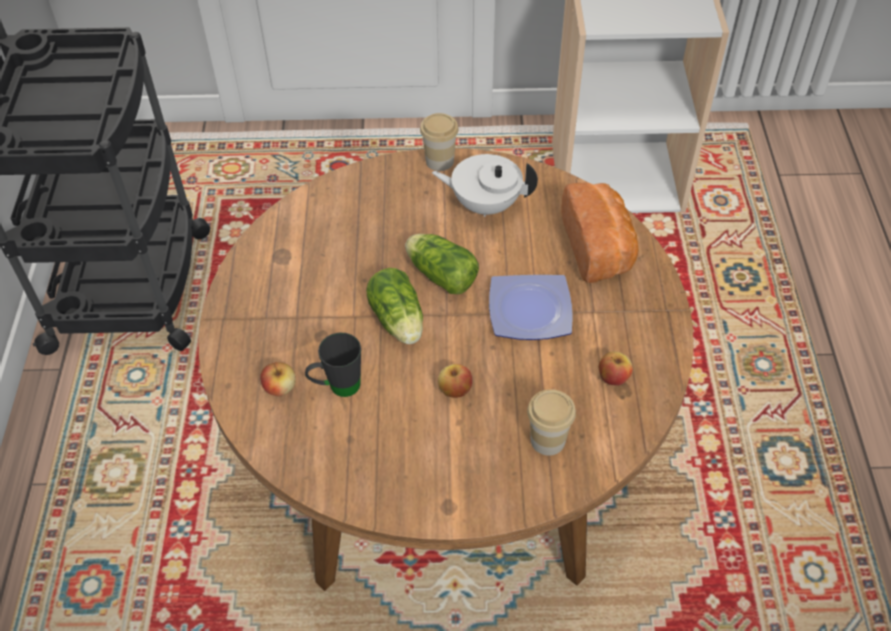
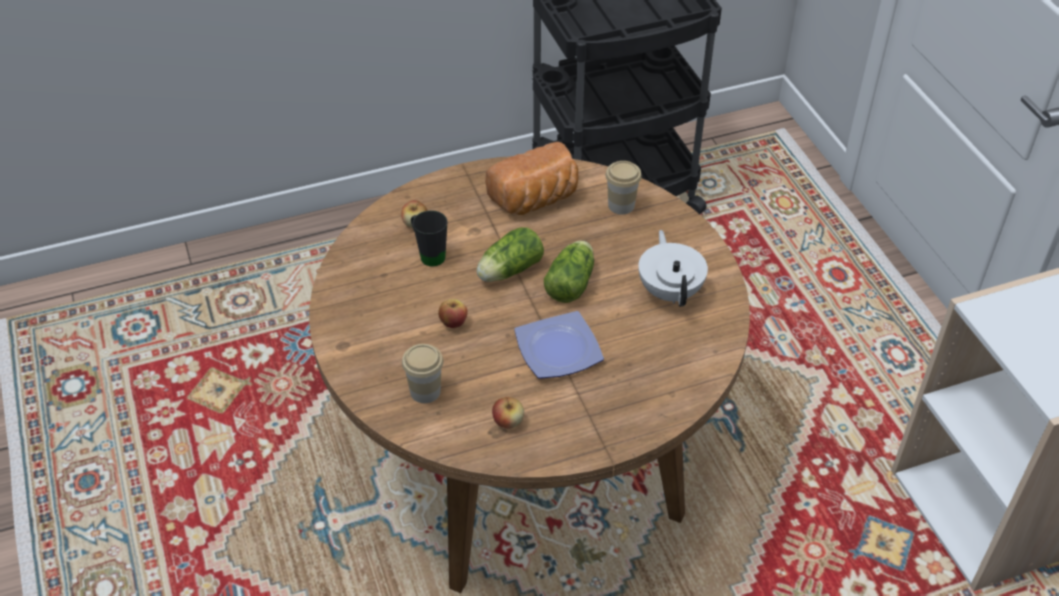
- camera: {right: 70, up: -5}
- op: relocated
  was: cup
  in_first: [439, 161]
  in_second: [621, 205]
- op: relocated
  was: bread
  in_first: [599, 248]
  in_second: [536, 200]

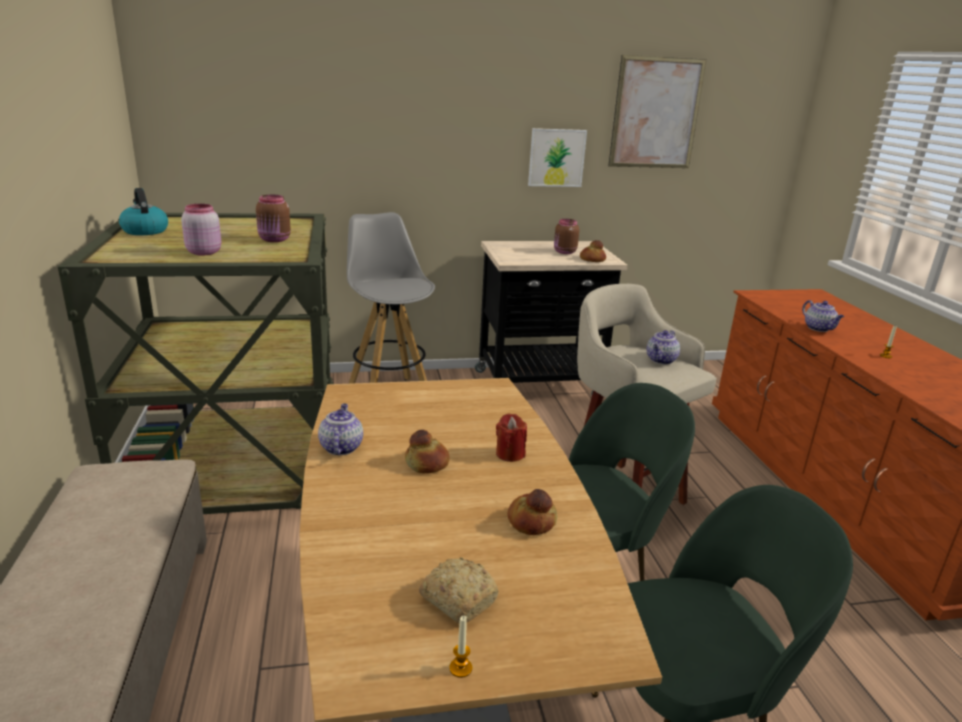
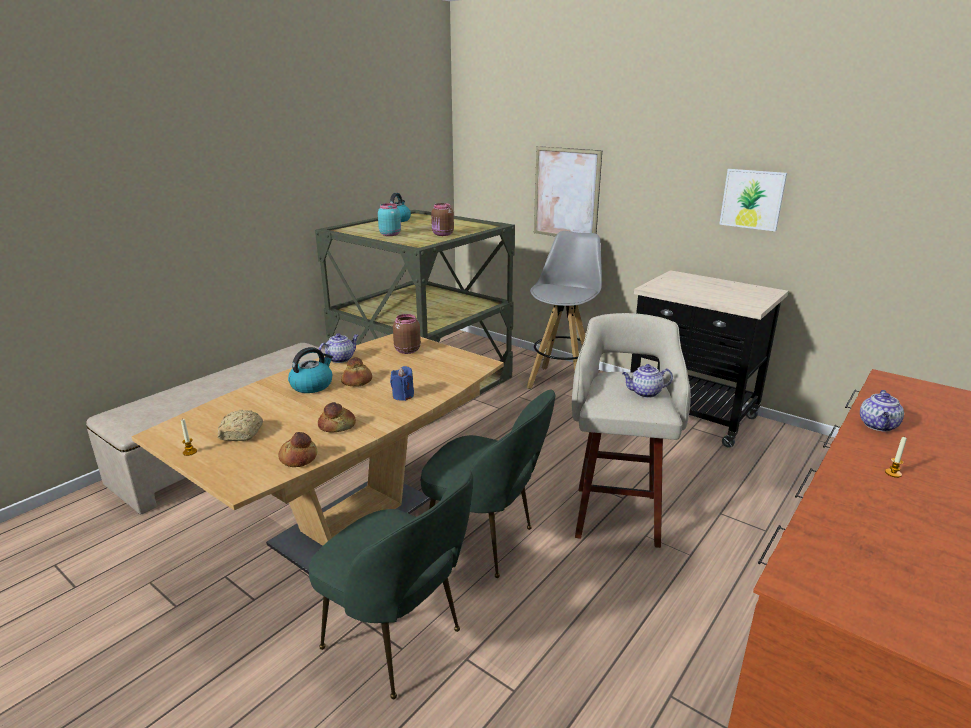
- camera: {right: 50, up: 0}
- op: colour
  was: pink jar
  now: turquoise jar
  in_first: [203, 252]
  in_second: [390, 234]
- op: colour
  was: red candle
  now: blue candle
  in_first: [510, 454]
  in_second: [403, 396]
- op: relocated
  was: brown jar
  in_first: [564, 252]
  in_second: [406, 350]
- op: relocated
  was: bread
  in_first: [592, 259]
  in_second: [298, 458]
- op: relocated
  was: picture
  in_first: [656, 113]
  in_second: [566, 194]
- op: appeared
  now: kettle
  in_second: [312, 385]

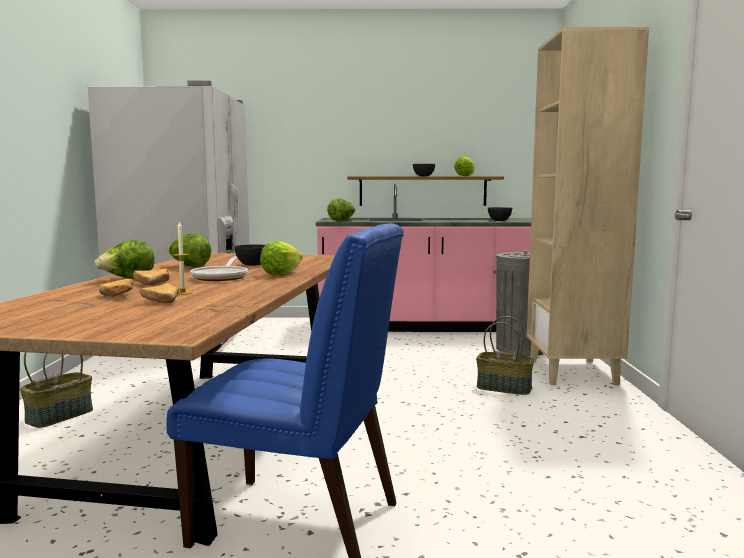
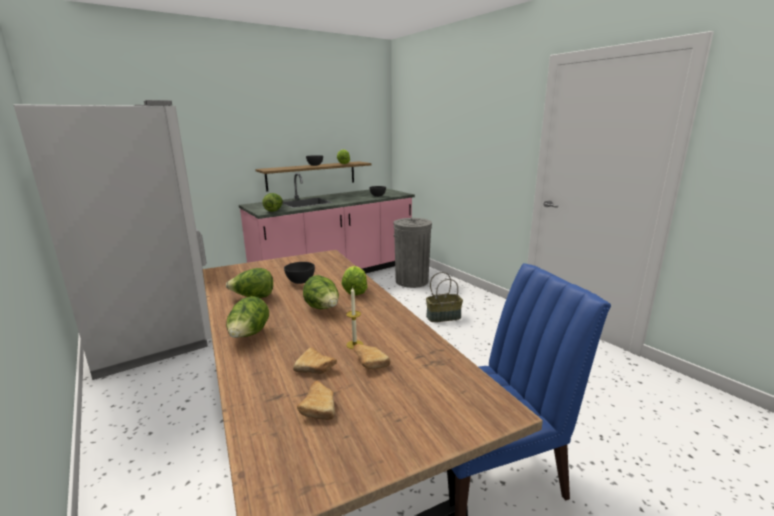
- camera: {right: -35, up: 10}
- op: missing
  was: basket
  in_first: [59, 415]
- op: relocated
  was: bread
  in_first: [155, 283]
  in_second: [319, 406]
- op: exchanged
  was: frying pan
  now: lettuce
  in_first: [221, 277]
  in_second: [323, 308]
- op: missing
  was: beige bookcase
  in_first: [573, 372]

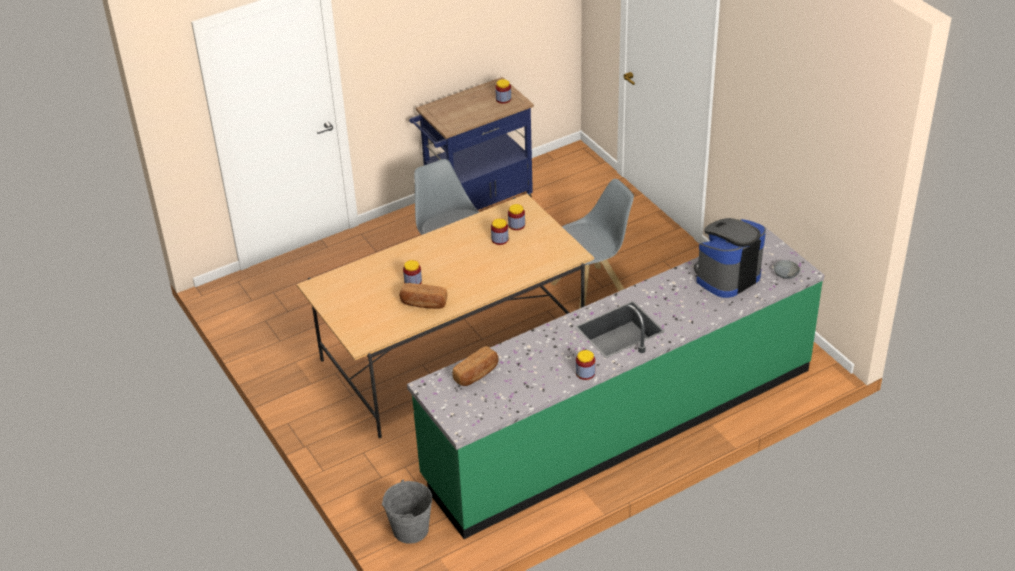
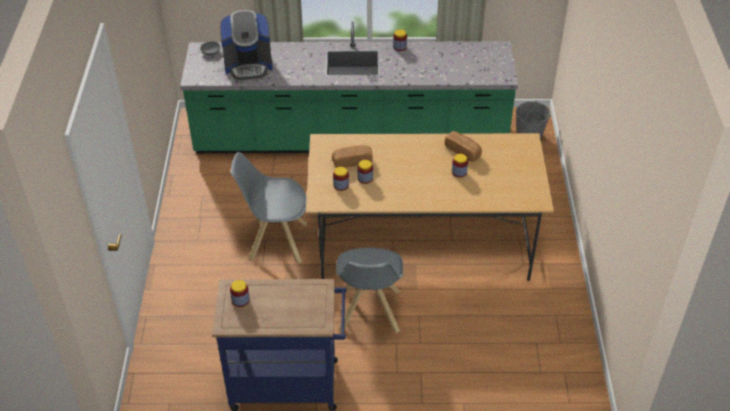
- camera: {right: -150, up: 5}
- op: relocated
  was: bread
  in_first: [477, 374]
  in_second: [352, 161]

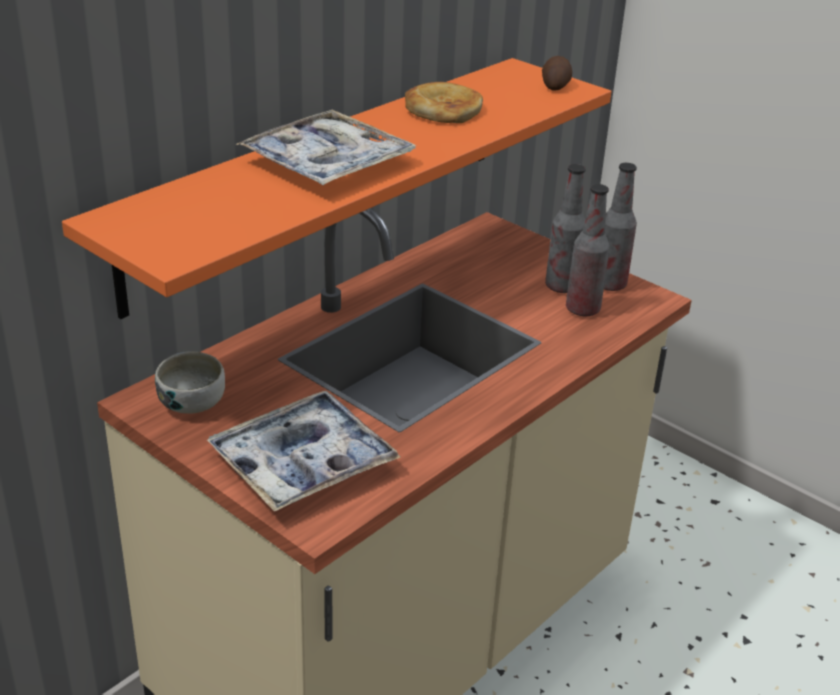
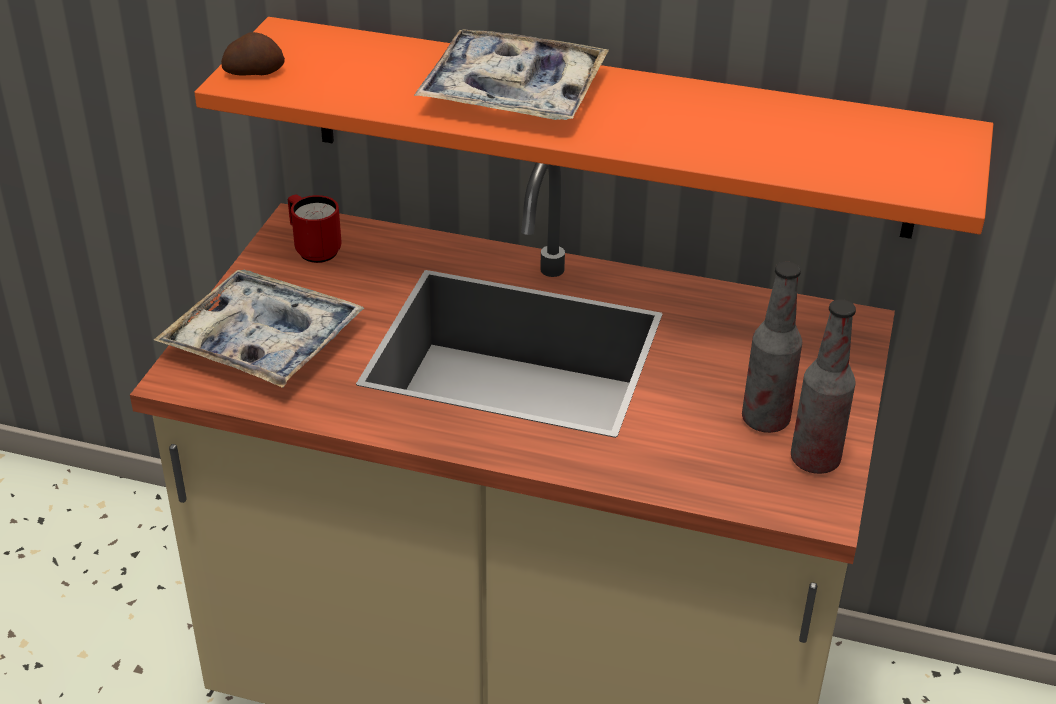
- camera: {right: 65, up: 5}
- op: exchanged
  was: bowl
  now: red mug
  in_first: [192, 403]
  in_second: [314, 249]
- op: missing
  was: bread
  in_first: [443, 109]
- op: relocated
  was: potato
  in_first: [555, 86]
  in_second: [254, 72]
- op: missing
  was: bottle
  in_first: [582, 309]

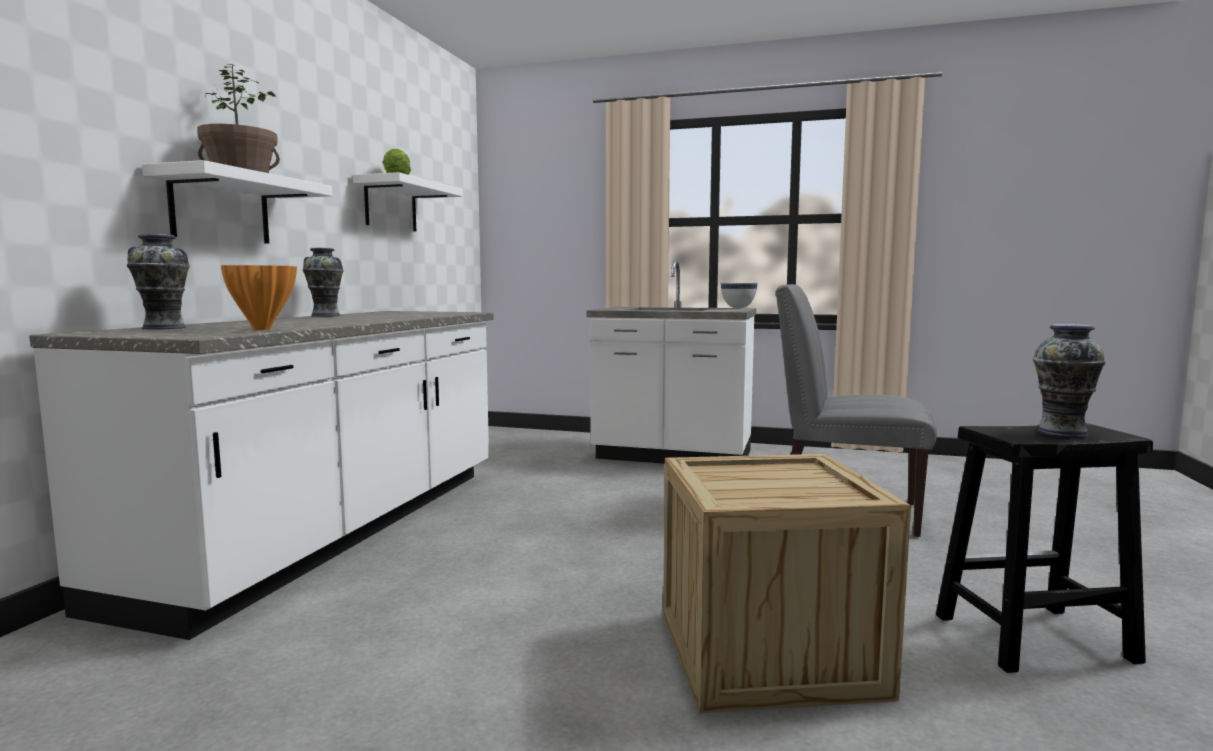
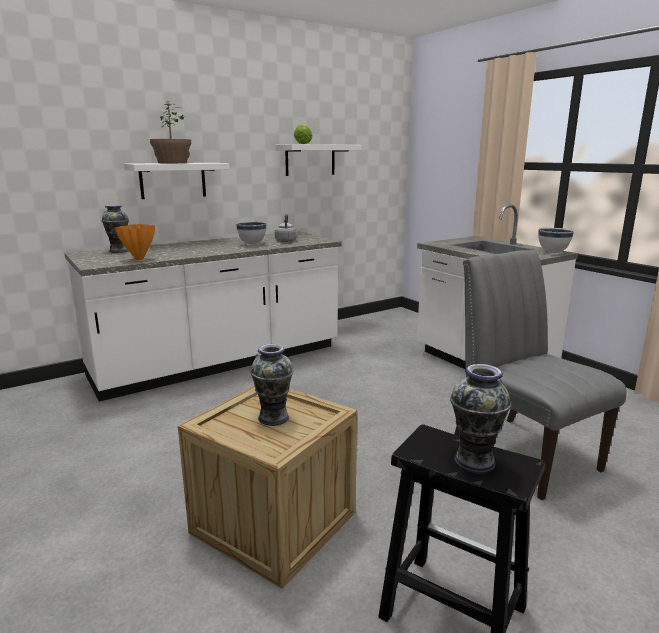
- camera: {right: 40, up: 10}
- op: relocated
  was: vase
  in_first: [325, 315]
  in_second: [273, 418]
- op: appeared
  now: white bowl
  in_second: [252, 244]
- op: appeared
  now: grey kettle
  in_second: [286, 241]

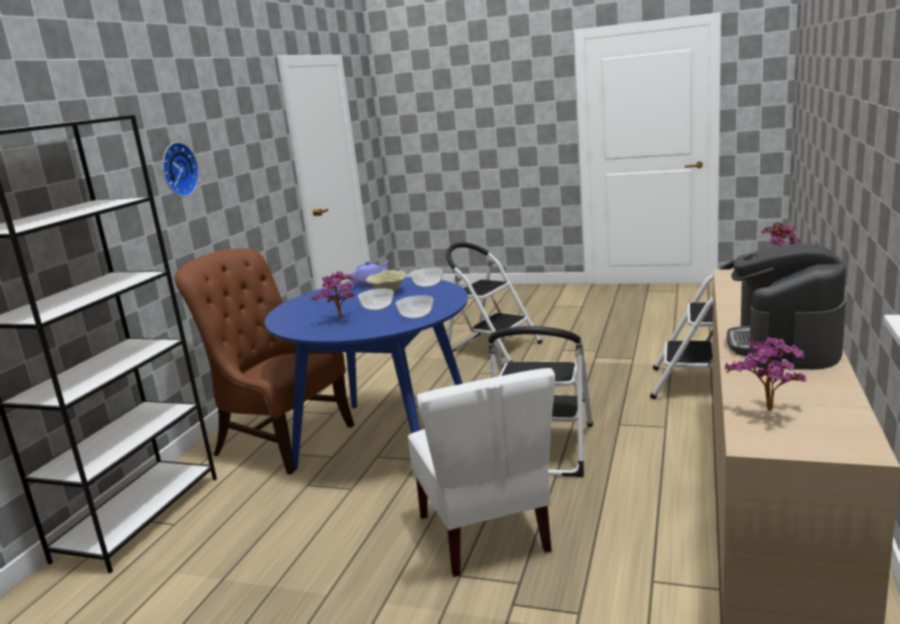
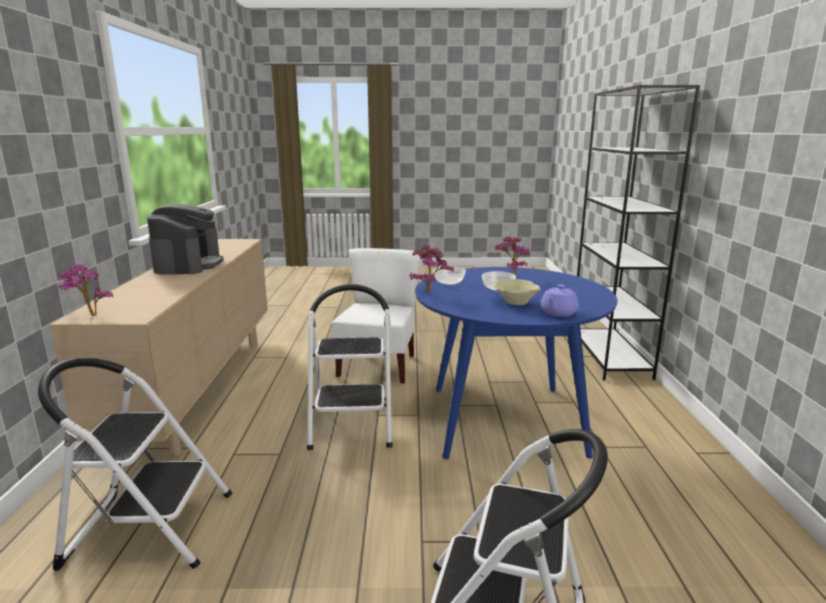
- camera: {right: 160, up: 0}
- op: missing
  was: wall clock
  in_first: [177, 169]
- op: missing
  was: brown chair
  in_first: [282, 440]
- op: spun
  was: white chair
  in_first: [486, 533]
  in_second: [378, 366]
  clockwise: 45
- op: missing
  was: bowl
  in_first: [427, 284]
- op: relocated
  was: potted plant
  in_first: [768, 412]
  in_second: [429, 292]

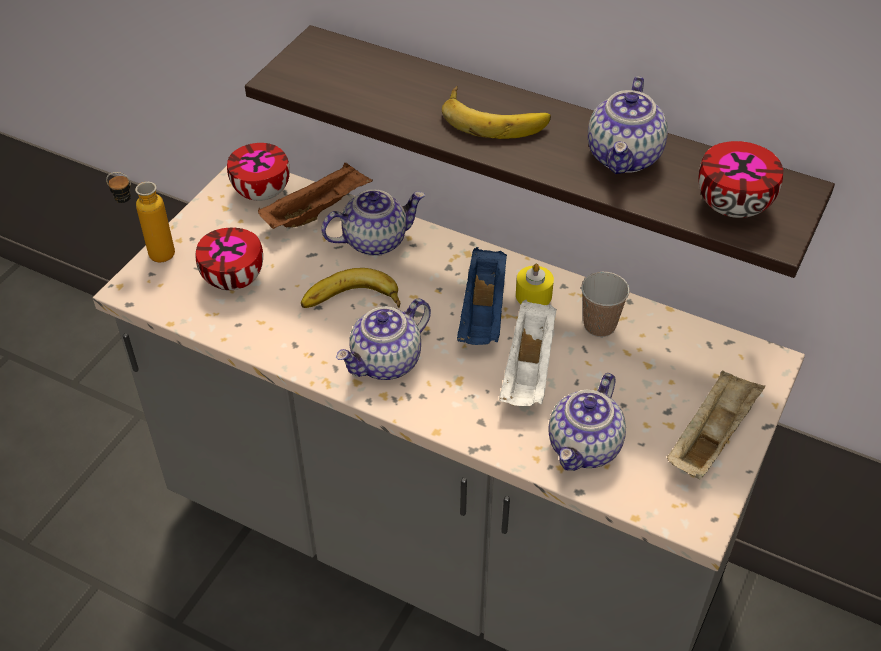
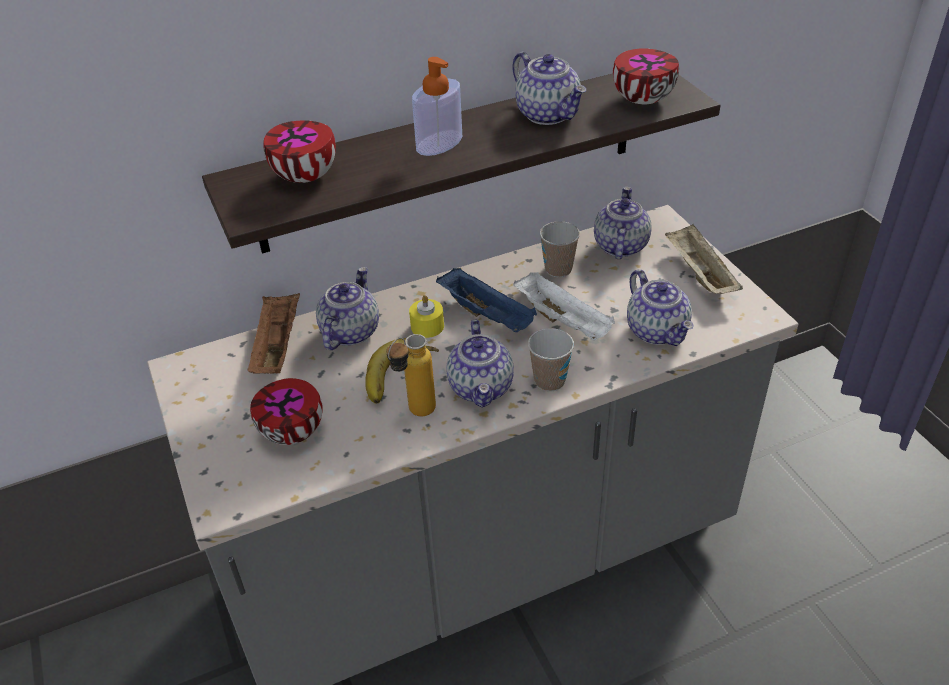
- camera: {right: -50, up: -5}
- op: relocated
  was: bottle
  in_first: [151, 254]
  in_second: [414, 414]
- op: relocated
  was: bowl
  in_first: [261, 193]
  in_second: [306, 177]
- op: exchanged
  was: banana
  now: soap dispenser
  in_first: [495, 117]
  in_second: [439, 143]
- op: relocated
  was: yellow candle
  in_first: [533, 295]
  in_second: [427, 326]
- op: appeared
  now: cup
  in_second: [549, 381]
- op: appeared
  now: teapot
  in_second: [620, 245]

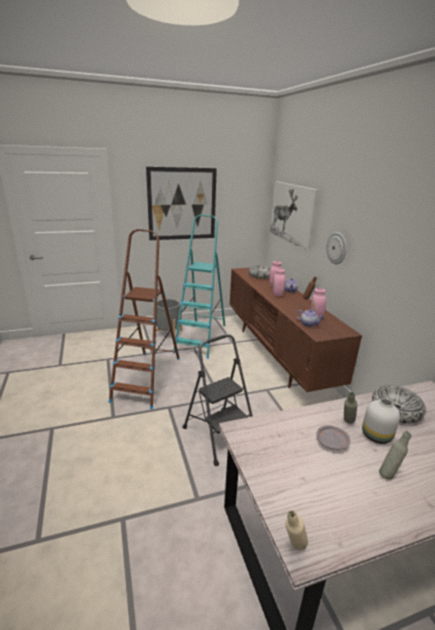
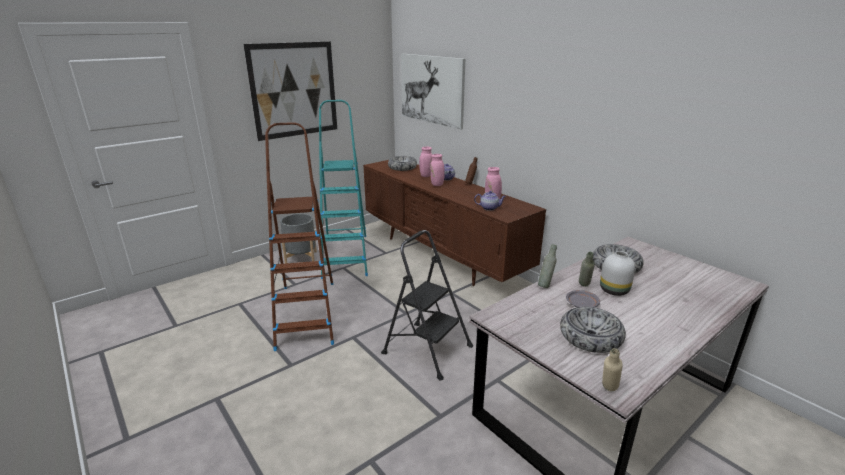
- camera: {right: -20, up: 0}
- op: missing
  was: wall clock
  in_first: [337, 248]
- op: relocated
  was: grey bottle
  in_first: [389, 474]
  in_second: [545, 285]
- op: appeared
  now: bowl
  in_second: [590, 337]

